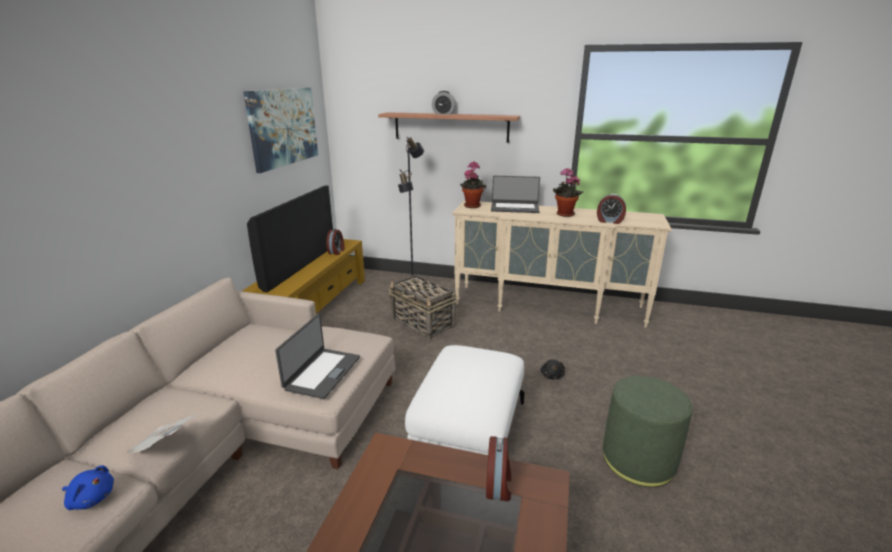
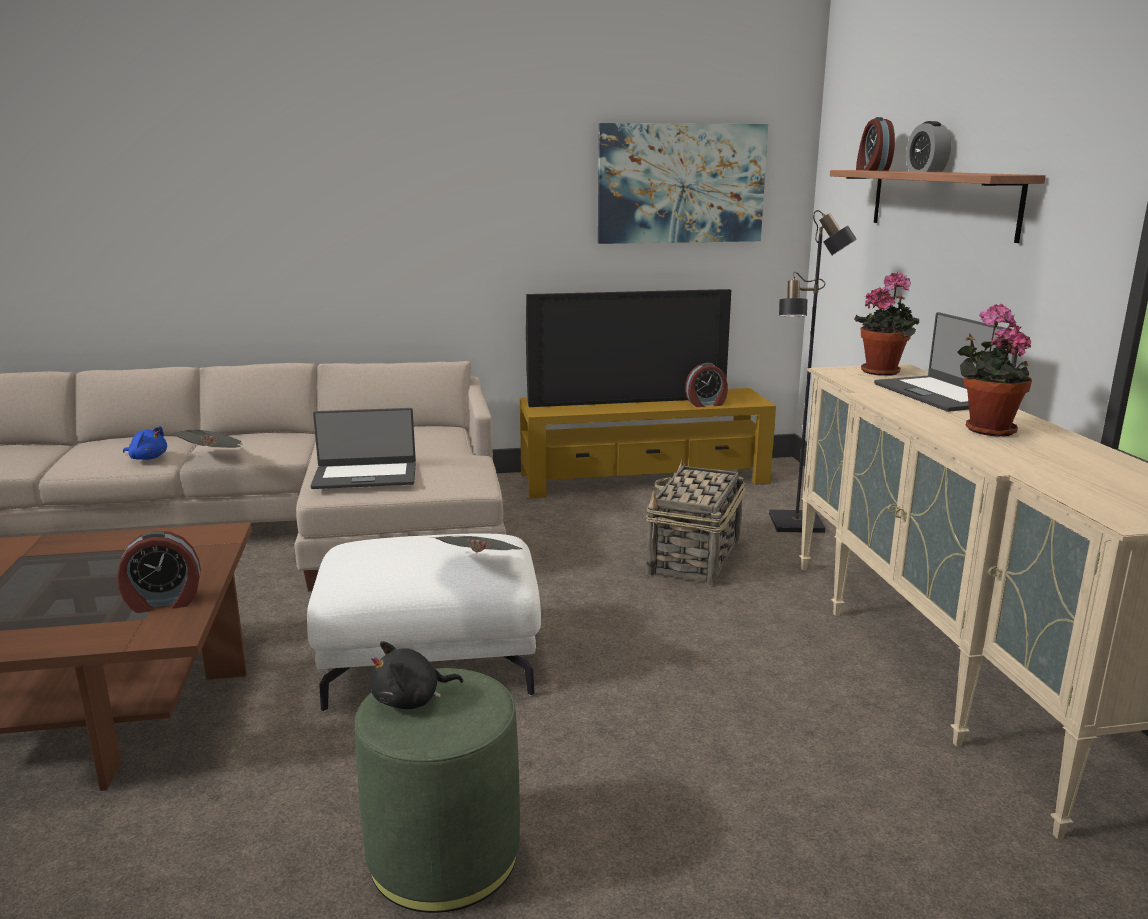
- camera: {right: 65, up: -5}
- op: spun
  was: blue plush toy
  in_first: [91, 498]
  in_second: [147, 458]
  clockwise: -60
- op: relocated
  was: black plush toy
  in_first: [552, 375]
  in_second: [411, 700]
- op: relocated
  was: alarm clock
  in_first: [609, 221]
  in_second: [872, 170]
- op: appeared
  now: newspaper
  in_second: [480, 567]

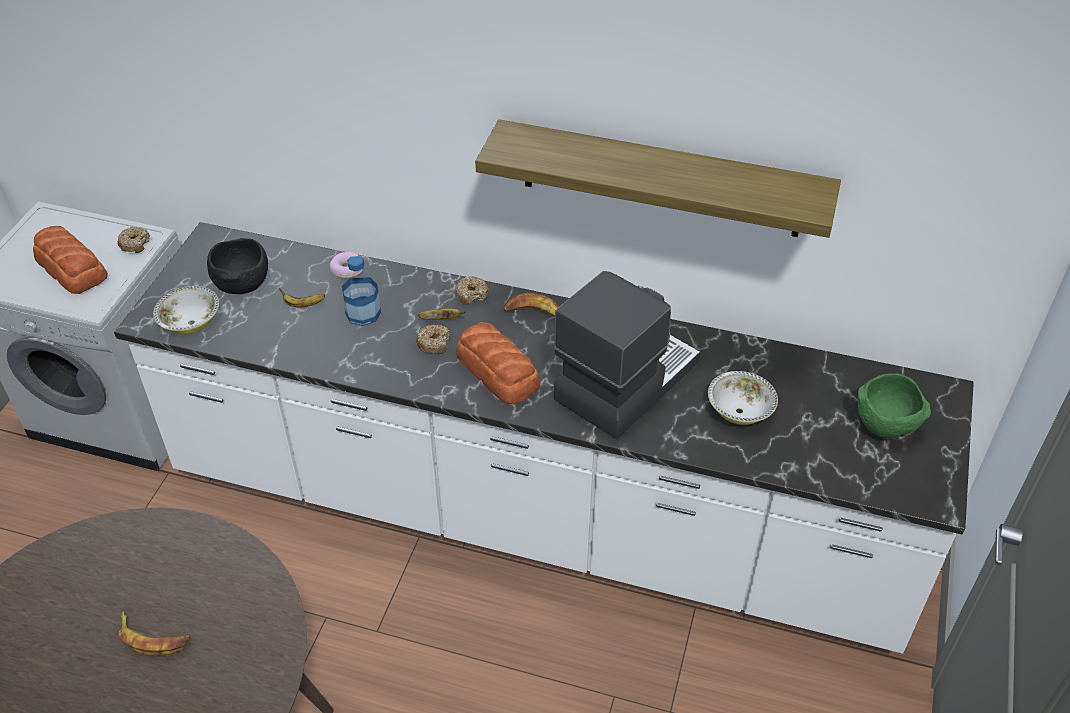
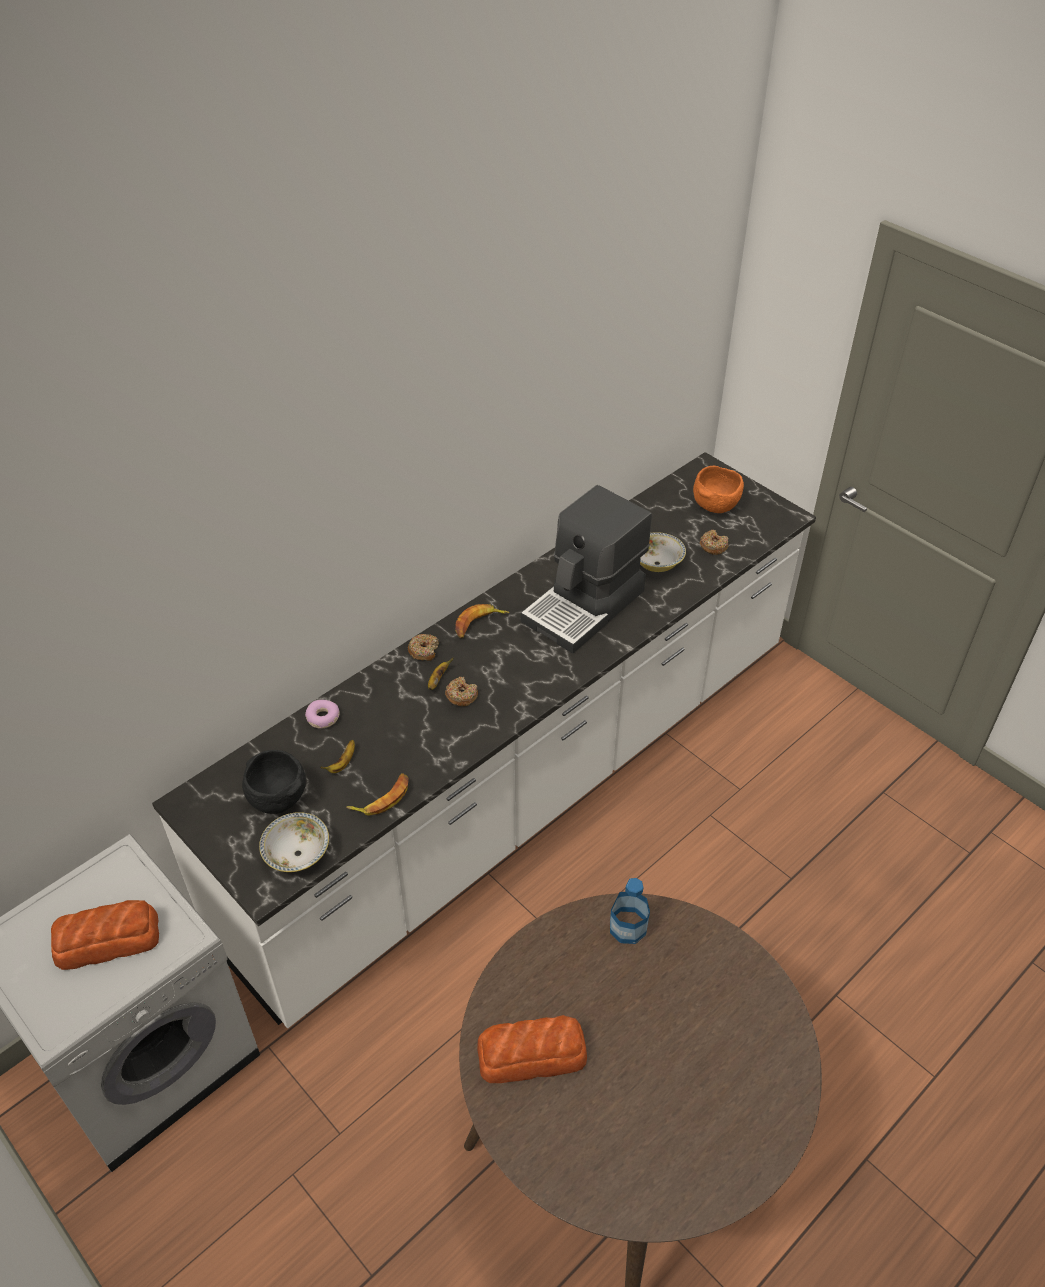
- camera: {right: -60, up: 0}
- op: relocated
  was: donut
  in_first: [135, 244]
  in_second: [713, 546]
- op: relocated
  was: banana
  in_first: [153, 638]
  in_second: [382, 798]
- op: relocated
  was: bottle
  in_first: [363, 313]
  in_second: [627, 927]
- op: relocated
  was: bread
  in_first: [498, 371]
  in_second: [533, 1054]
- op: missing
  was: shelf
  in_first: [661, 179]
- op: spun
  was: coffee machine
  in_first: [624, 381]
  in_second: [585, 606]
  clockwise: -120
- op: colour
  was: green bowl
  now: orange bowl
  in_first: [886, 425]
  in_second: [715, 505]

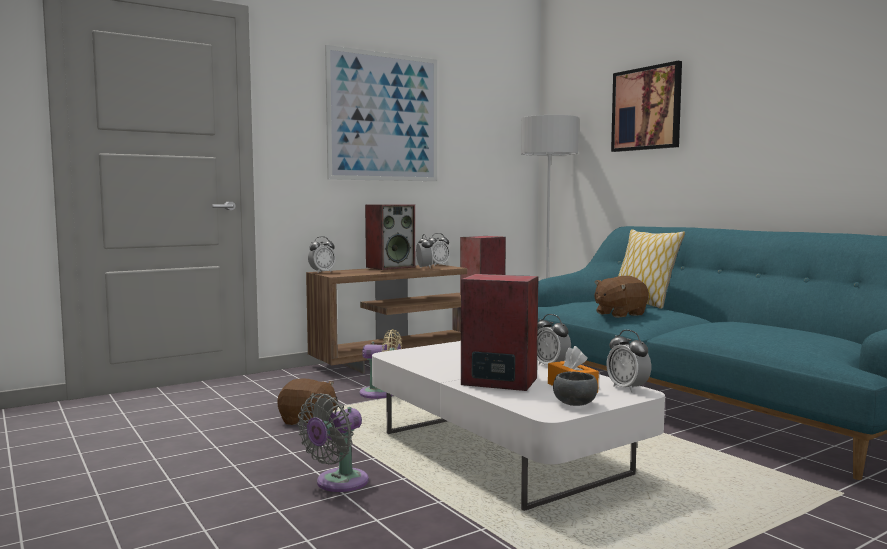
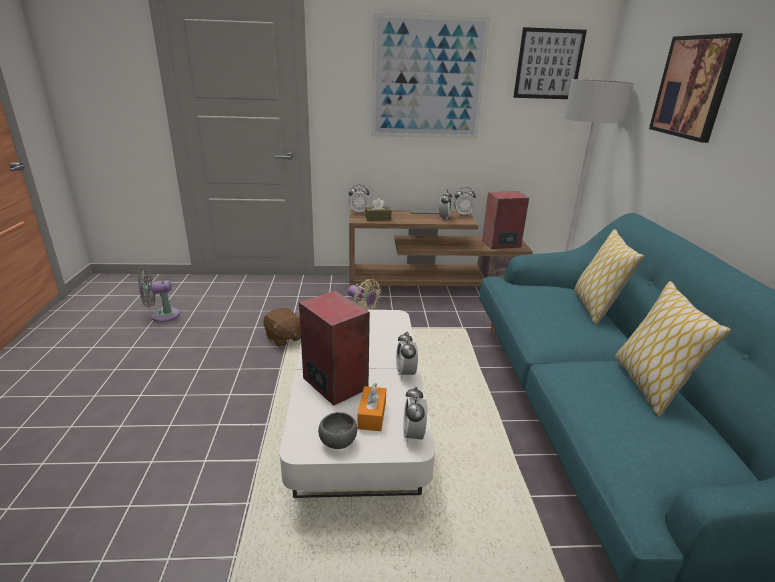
- camera: {right: 30, up: 20}
- op: relocated
  was: grey fan
  in_first: [337, 483]
  in_second: [162, 316]
- op: missing
  was: speaker
  in_first: [390, 267]
- op: missing
  was: brown plush toy
  in_first: [619, 314]
- op: appeared
  now: brown tissue box
  in_second: [378, 218]
- op: appeared
  now: picture
  in_second: [548, 64]
- op: appeared
  now: pillow
  in_second: [648, 385]

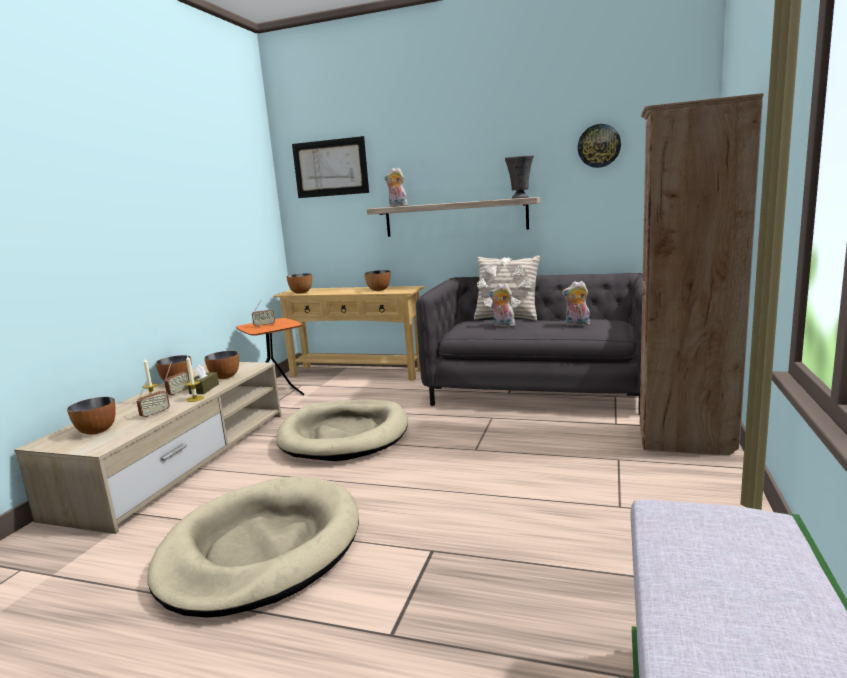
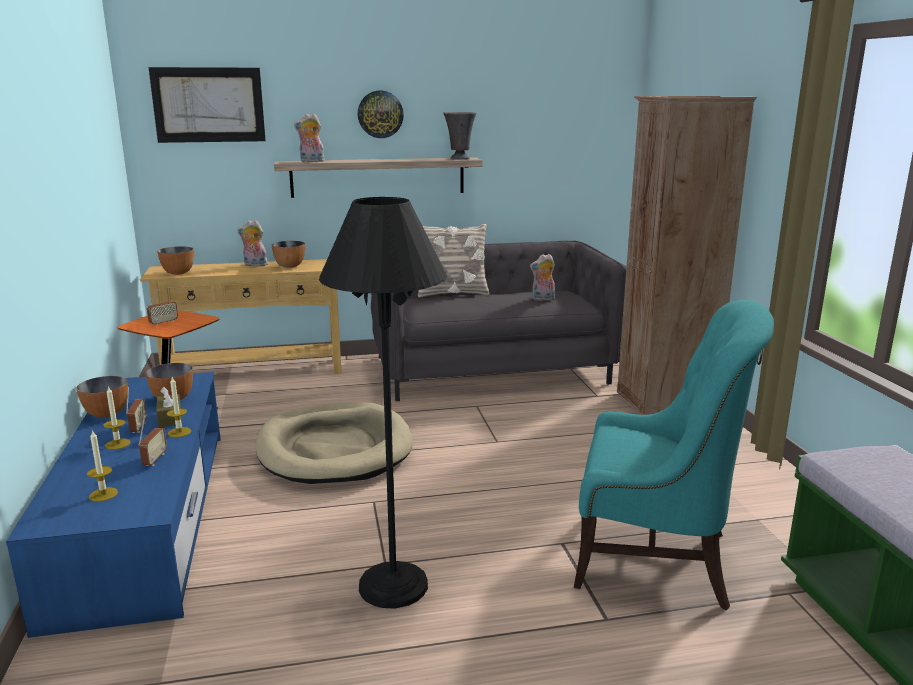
- camera: {right: -30, up: 5}
- op: colour
  was: beige tv stand
  now: blue tv stand
  in_first: [179, 459]
  in_second: [144, 516]
- op: exchanged
  was: bowl
  now: candle
  in_first: [97, 431]
  in_second: [103, 494]
- op: exchanged
  was: beige dog bed
  now: black floor lamp
  in_first: [261, 549]
  in_second: [393, 586]
- op: relocated
  was: plush toy
  in_first: [502, 325]
  in_second: [254, 265]
- op: relocated
  was: wall clock
  in_first: [599, 146]
  in_second: [380, 114]
- op: appeared
  now: turquoise armchair
  in_second: [655, 558]

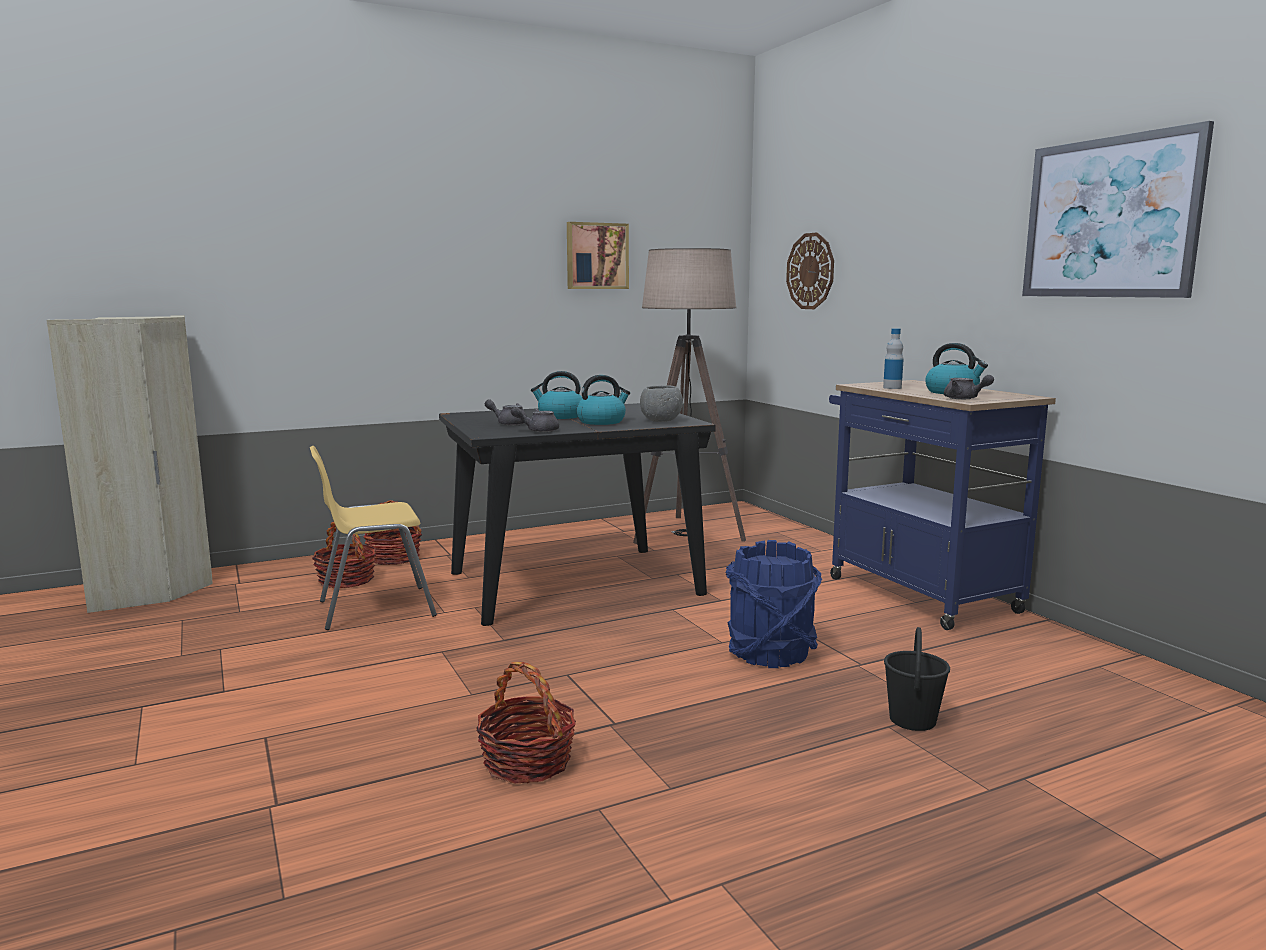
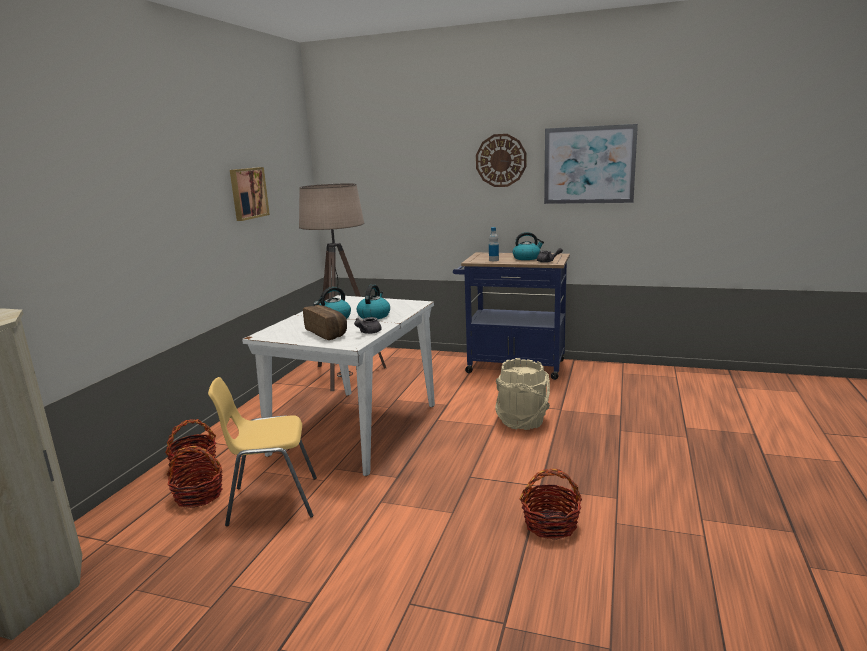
- camera: {right: -45, up: 5}
- op: spun
  was: yellow chair
  in_first: [375, 608]
  in_second: [272, 501]
  clockwise: 60
- op: colour
  was: black dining table
  now: white dining table
  in_first: [572, 584]
  in_second: [355, 429]
- op: exchanged
  was: grey teapot
  now: bread
  in_first: [508, 423]
  in_second: [328, 333]
- op: missing
  was: grey bowl
  in_first: [661, 421]
- op: colour
  was: blue bucket
  now: beige bucket
  in_first: [770, 653]
  in_second: [522, 421]
- op: relocated
  was: wall clock
  in_first: [810, 271]
  in_second: [501, 160]
- op: missing
  was: black bucket
  in_first: [912, 720]

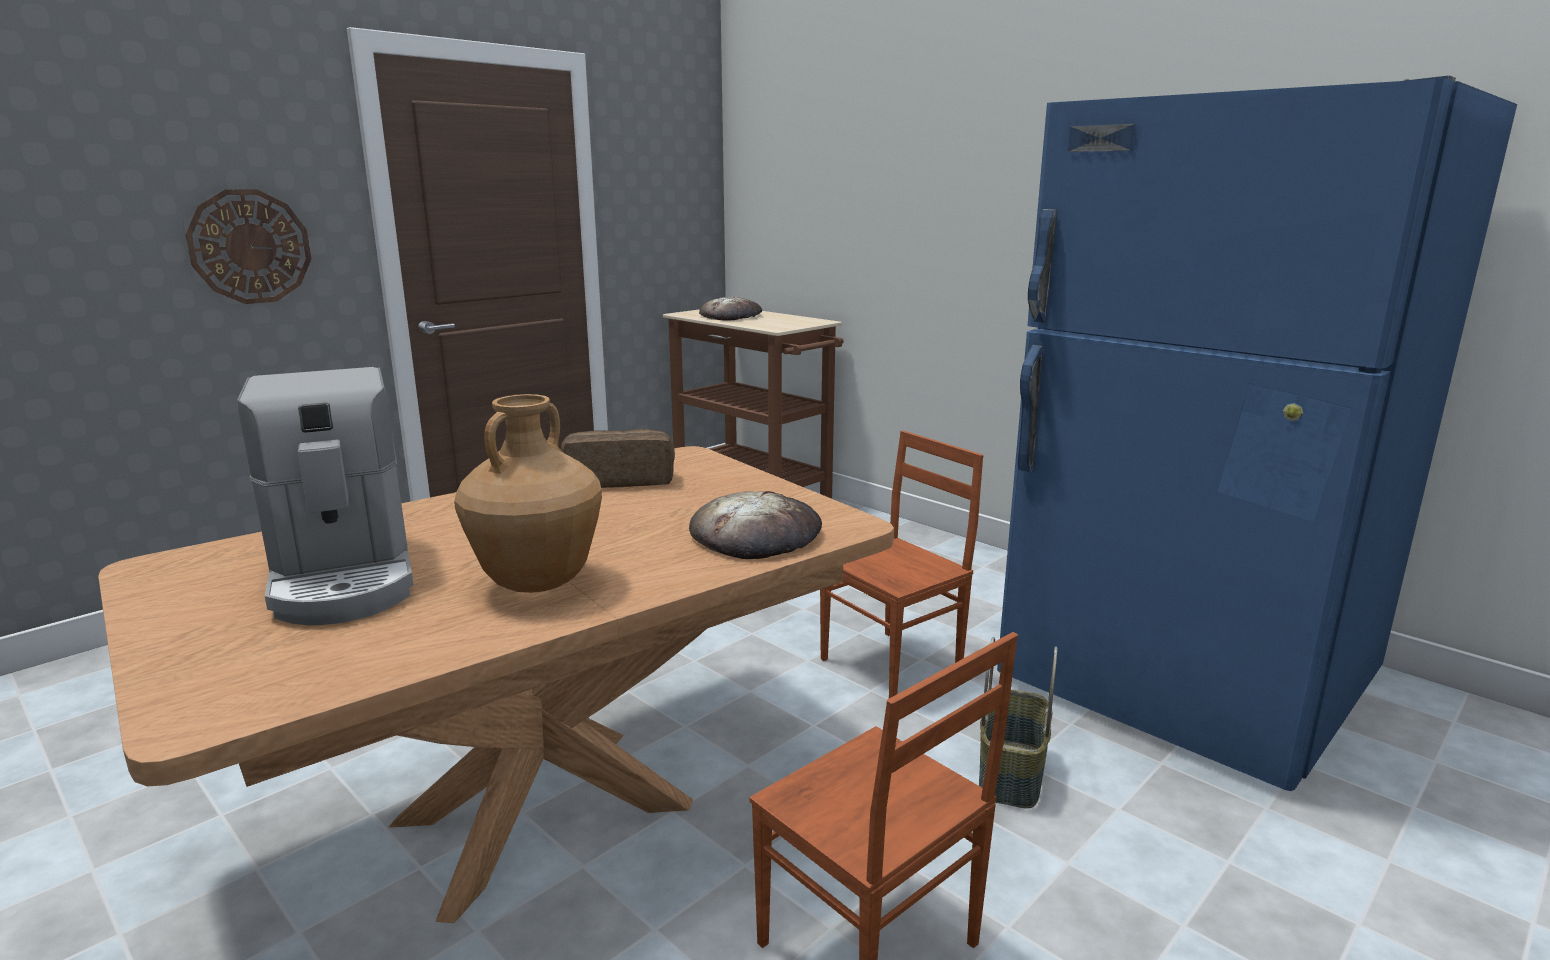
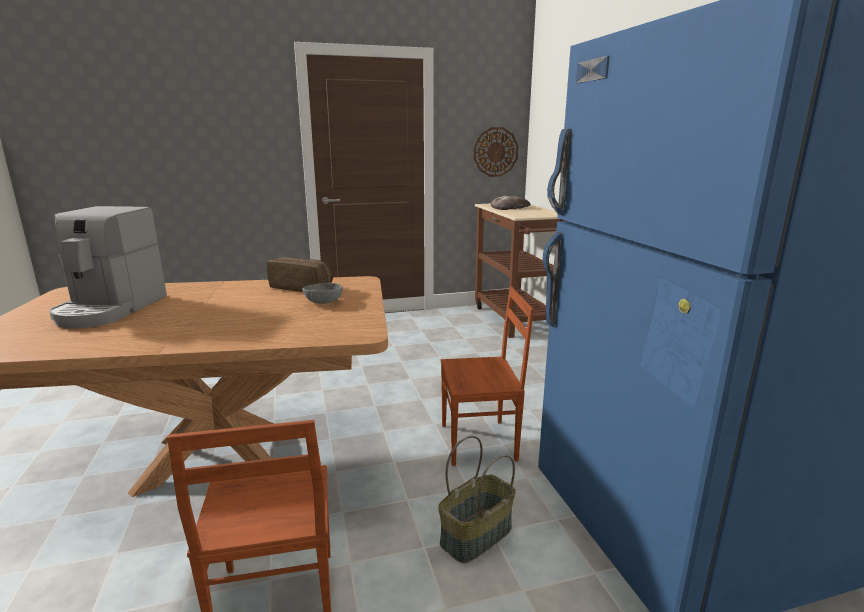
- camera: {right: 30, up: 0}
- op: relocated
  was: wall clock
  in_first: [250, 247]
  in_second: [495, 152]
- op: missing
  was: brown vase
  in_first: [538, 582]
- op: missing
  was: bread
  in_first: [756, 534]
- op: appeared
  now: grey bowl
  in_second: [323, 302]

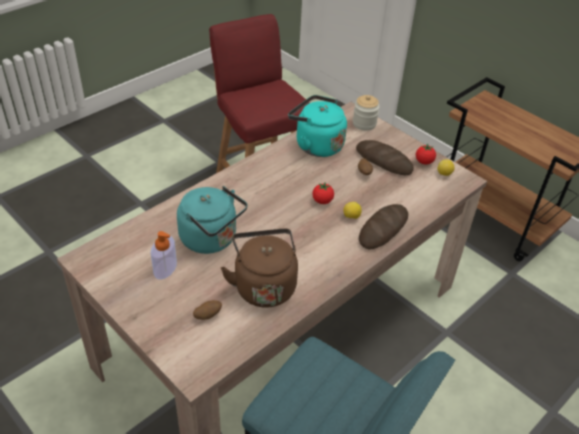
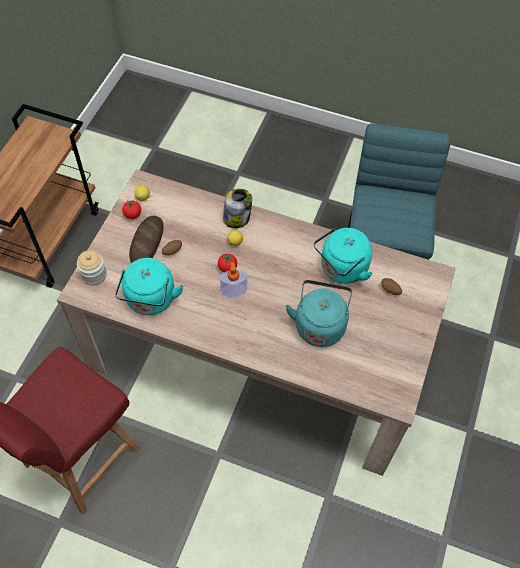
- camera: {right: -115, up: 15}
- op: relocated
  was: soap dispenser
  in_first: [165, 268]
  in_second: [233, 290]
- op: colour
  was: brown kettle
  now: turquoise kettle
  in_first: [264, 285]
  in_second: [341, 269]
- op: exchanged
  was: bread
  now: jar
  in_first: [383, 229]
  in_second: [237, 218]

